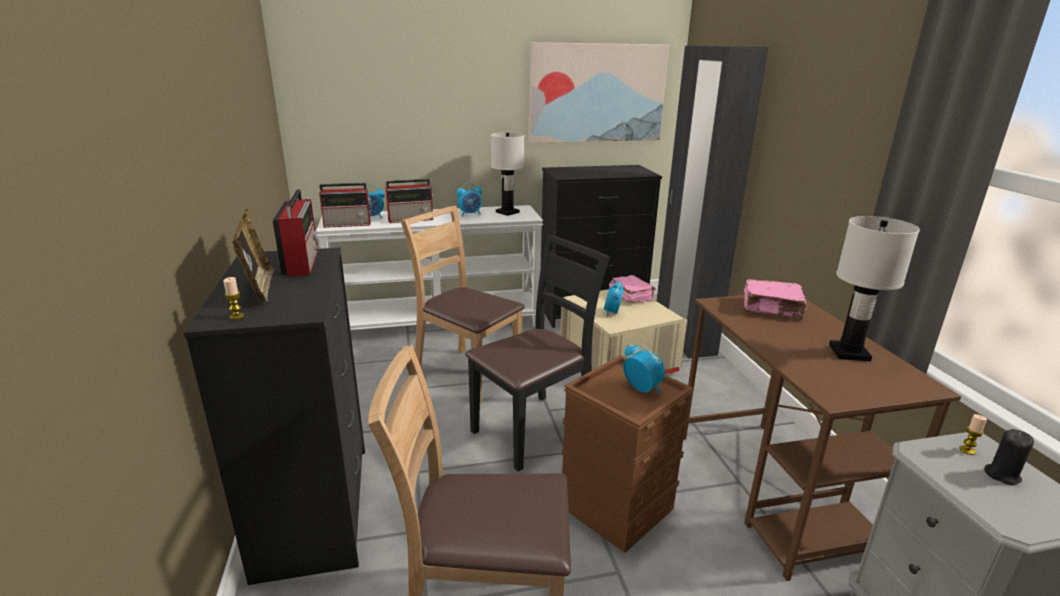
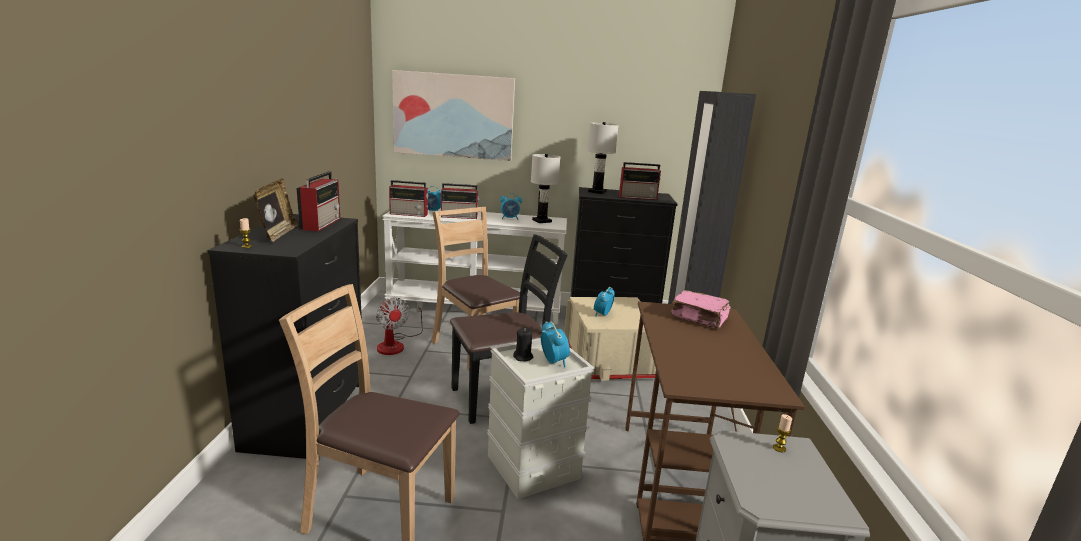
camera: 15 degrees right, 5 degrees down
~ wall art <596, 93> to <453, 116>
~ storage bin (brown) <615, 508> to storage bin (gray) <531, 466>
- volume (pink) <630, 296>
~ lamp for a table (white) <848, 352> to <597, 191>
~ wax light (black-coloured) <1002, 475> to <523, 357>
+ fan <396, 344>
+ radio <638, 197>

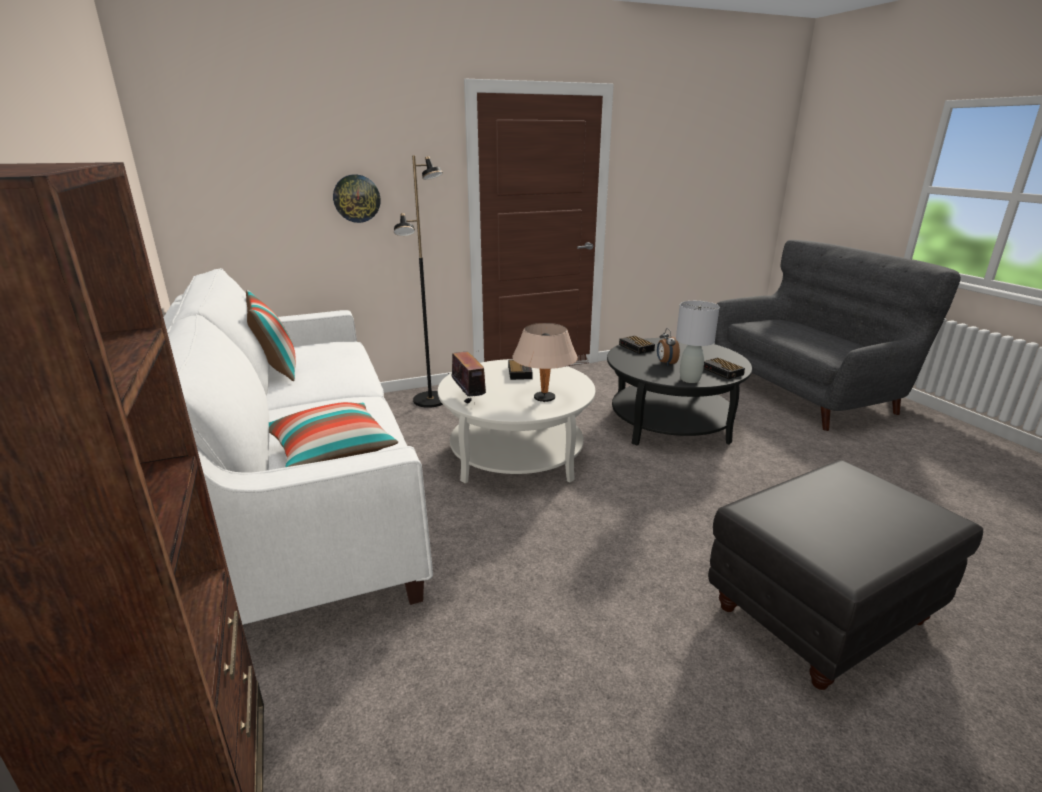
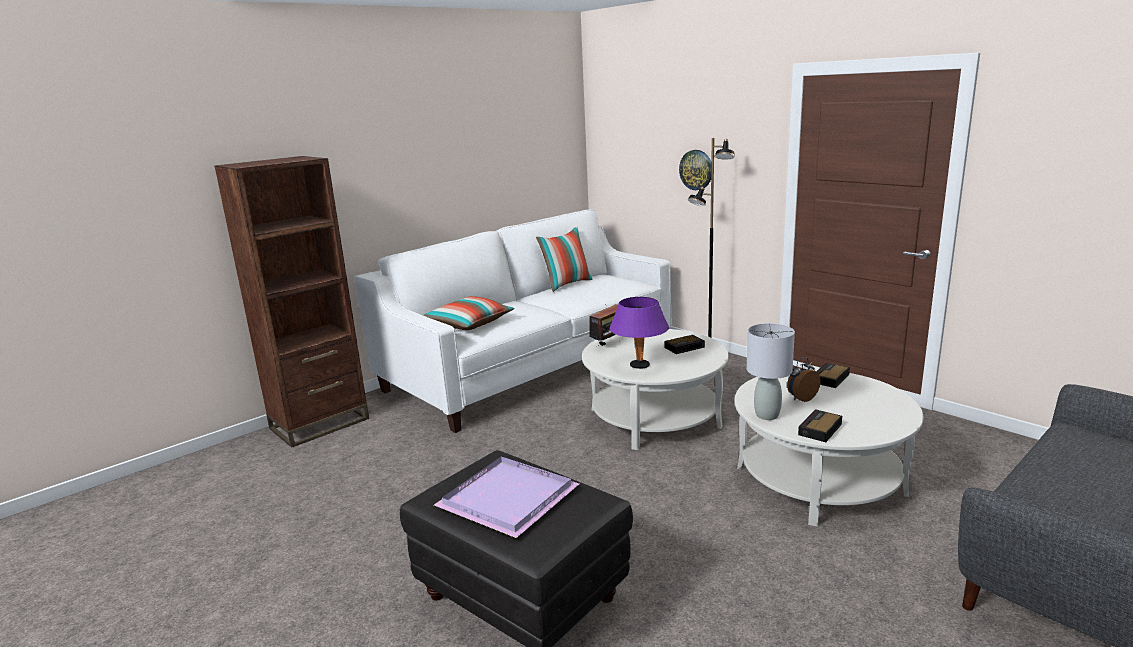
camera: 70 degrees right, 5 degrees down
~ lamp for a table (beige-coloured) <544, 398> to lamp for a table (purple) <639, 365>
~ low table (black-coloured) <670, 422> to low table (white) <819, 480>
+ carrying tray (purple) <507, 497>

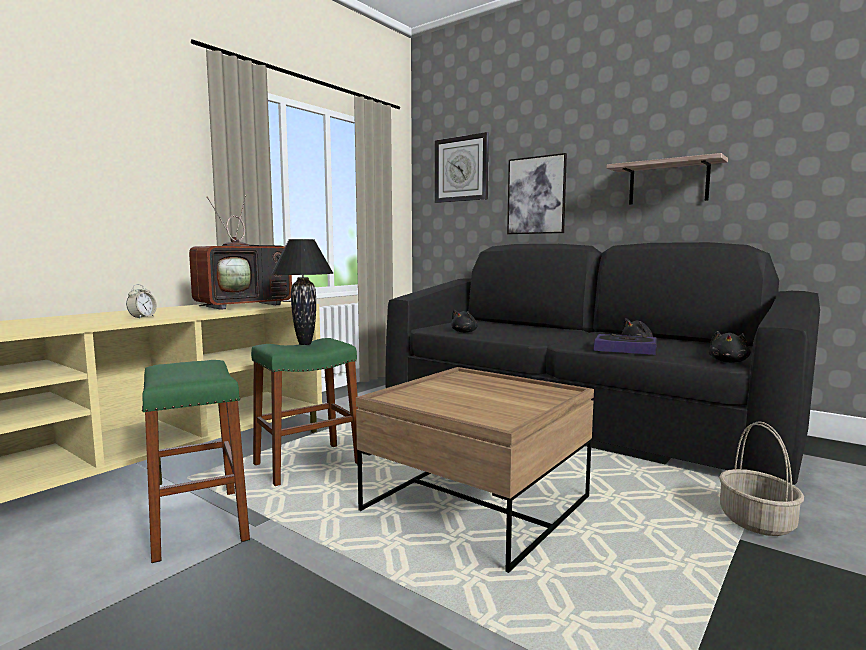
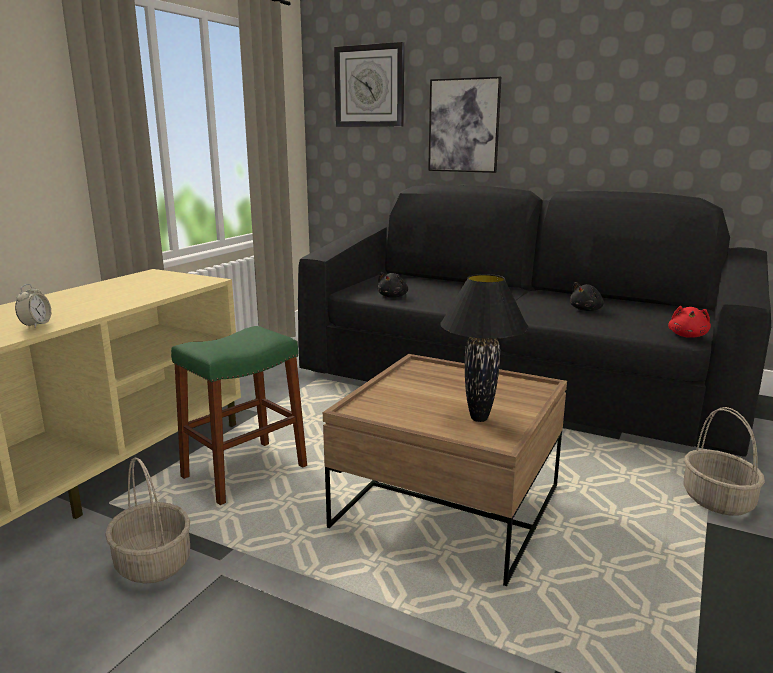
camera: 10 degrees left, 10 degrees up
~ sitting stool (green-coloured) <198, 523> to storage basket <152, 563>
- television <245, 305>
~ lamp for a table (black-coloured) <305, 344> to <479, 419>
- volume <625, 349>
- bracket shelf <668, 183>
~ cuddly toy (black-coloured) <728, 362> to cuddly toy (red-coloured) <687, 336>

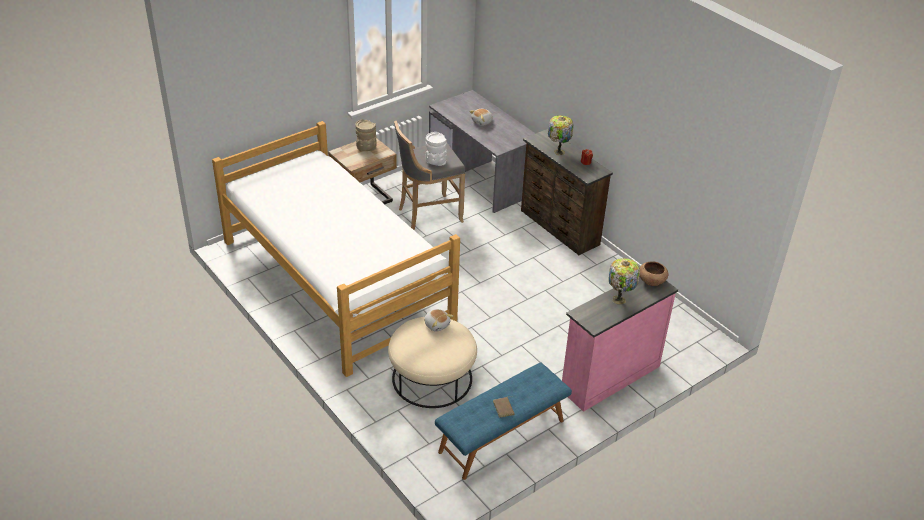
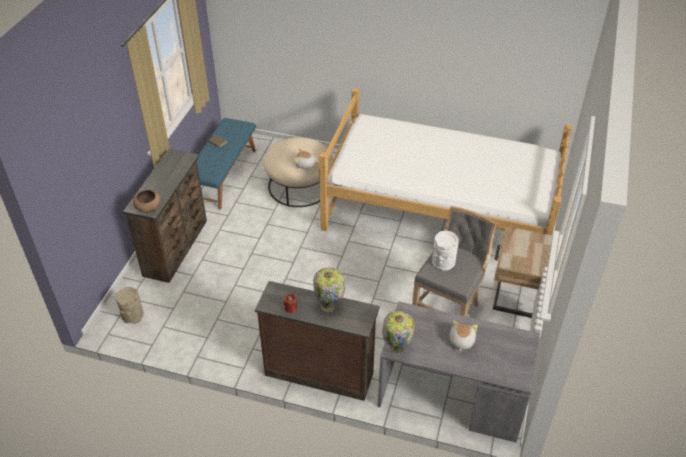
camera: 145 degrees right, 5 degrees up
~ vase (beige-coloured) <366, 148> to <133, 315>
~ drawer chest (pink) <609, 377> to drawer chest (brown) <177, 247>
~ lamp for a table <620, 299> to <396, 348>

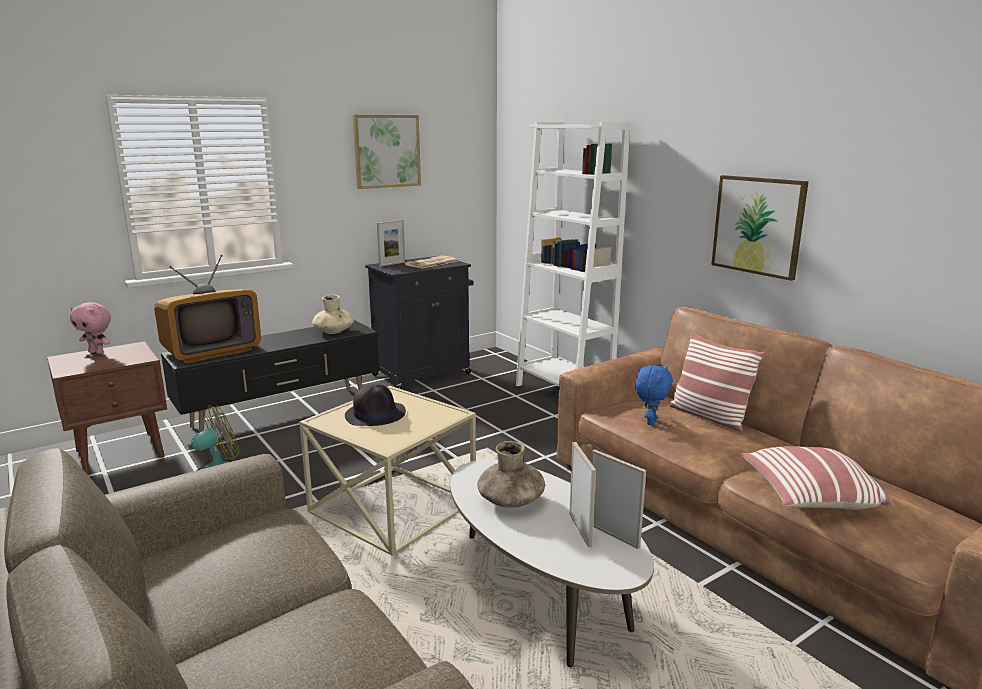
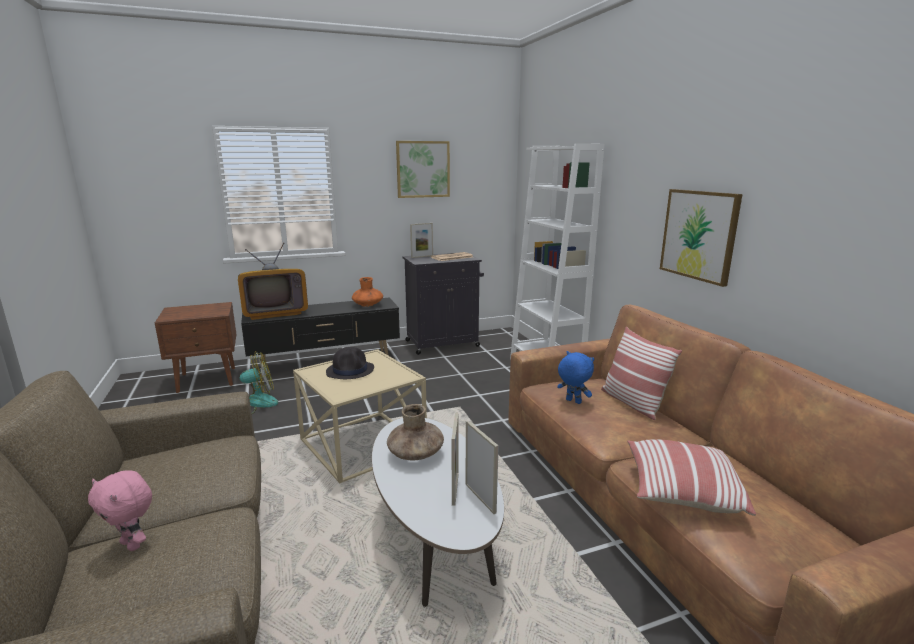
camera: 15 degrees right, 0 degrees up
~ cuddly toy (pink) <97, 352> to <132, 544>
~ vase (beige-coloured) <334, 331> to vase (orange) <368, 305>
~ cuddly toy (blue-coloured) <650, 422> = <572, 401> 90 degrees counterclockwise

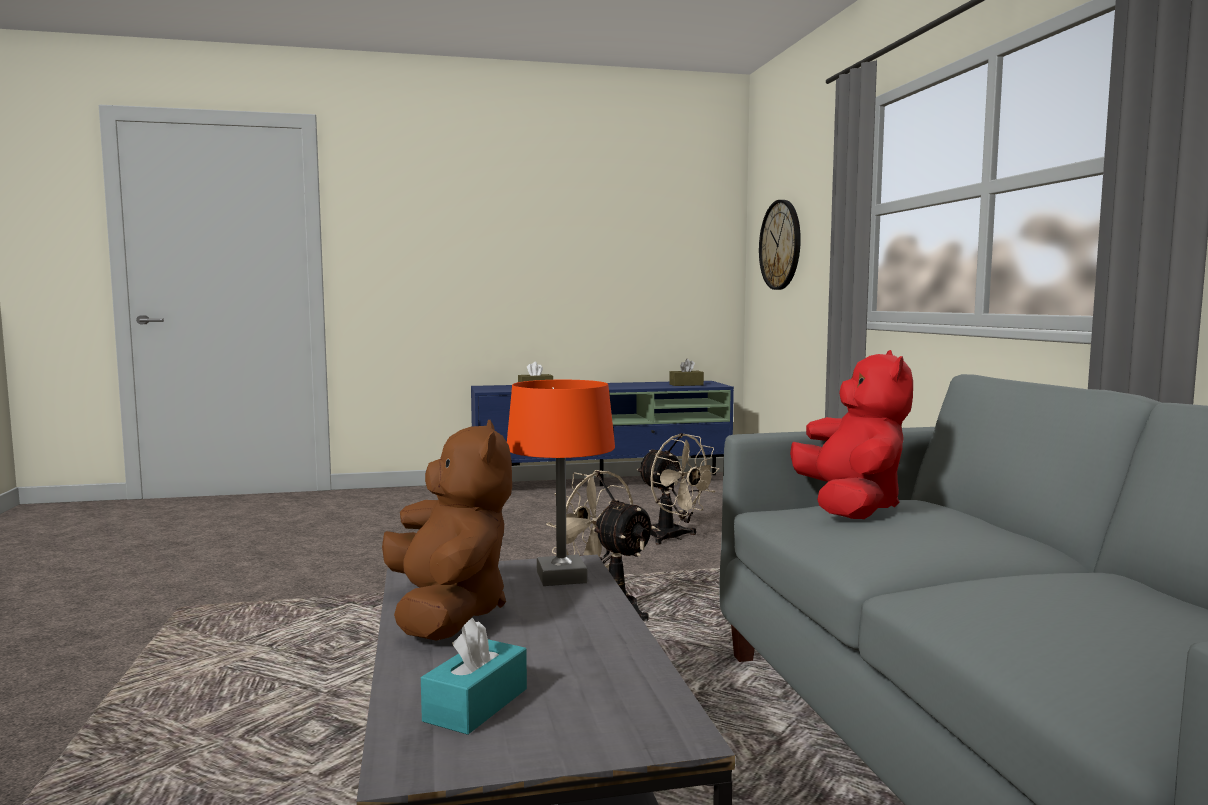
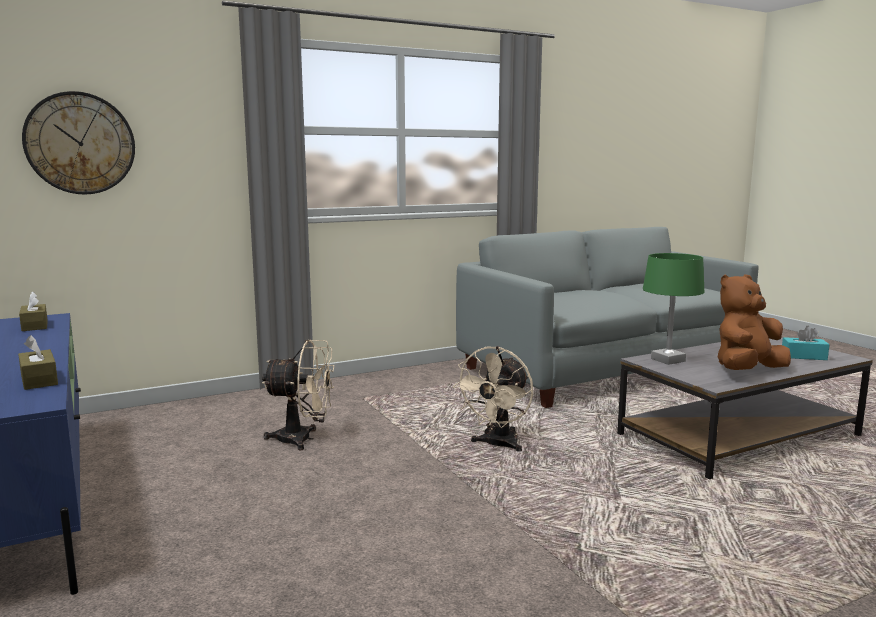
camera: 105 degrees left, 5 degrees up
~ lamp for a table (orange) <560, 577> to lamp for a table (green-coloured) <668, 360>
~ fan (beige-coloured) <673, 538> = <303, 439> 60 degrees clockwise
- cuddly toy (red-coloured) <850, 507>

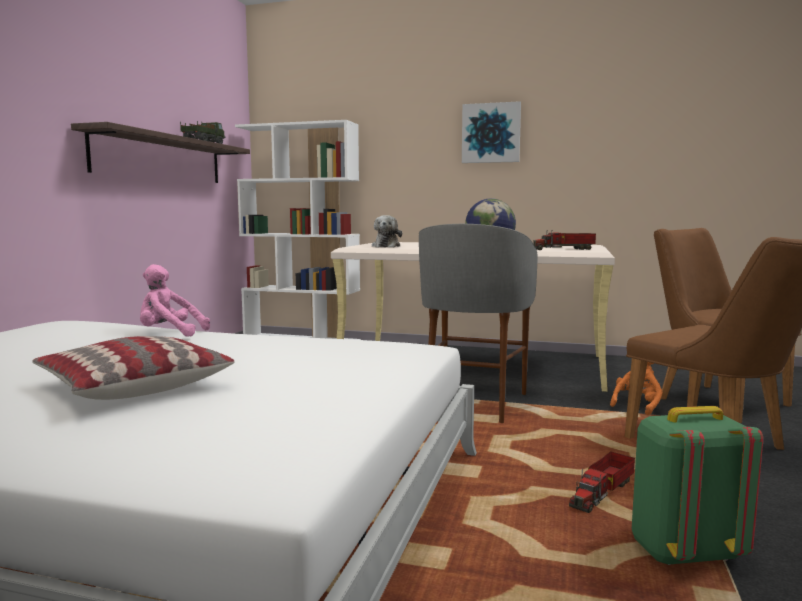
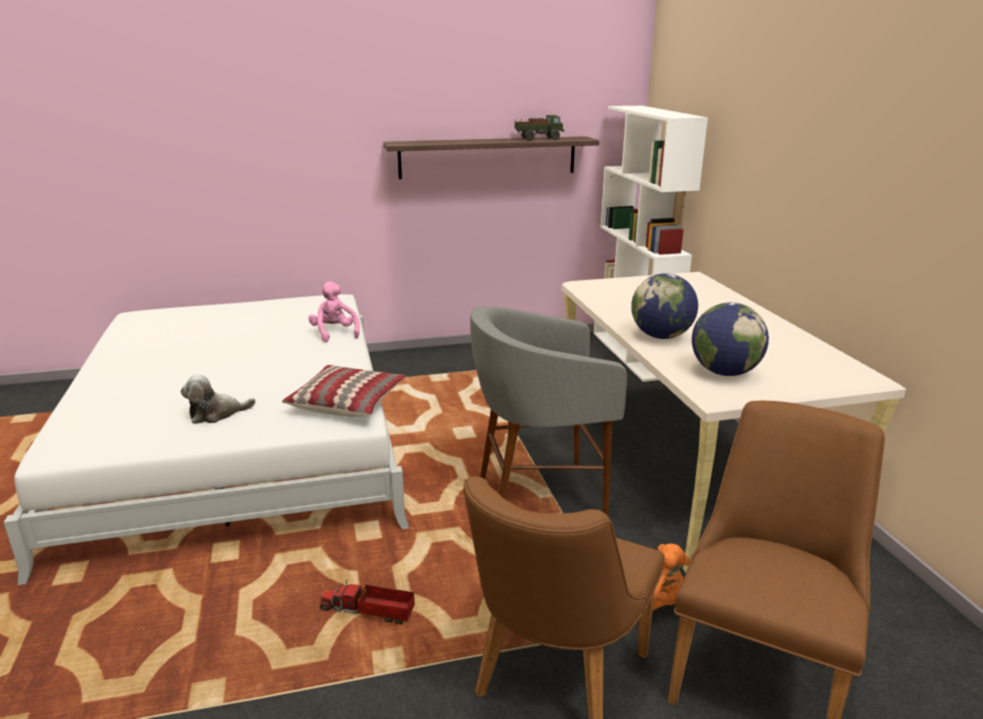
camera: 60 degrees right, 15 degrees up
~ cushion <133, 385> to <347, 402>
~ cuddly toy <386, 246> to <216, 414>
- wall art <491, 133>
~ model truck <565, 249> to world globe <724, 372>
- knapsack (green-coloured) <683, 552>

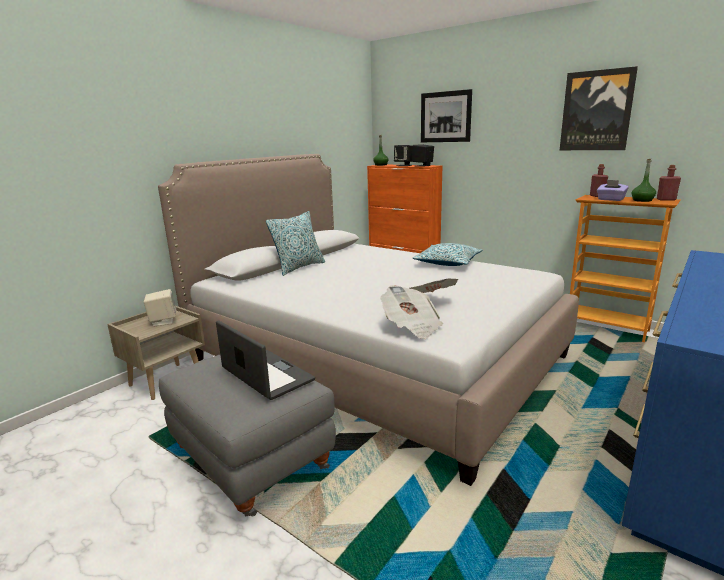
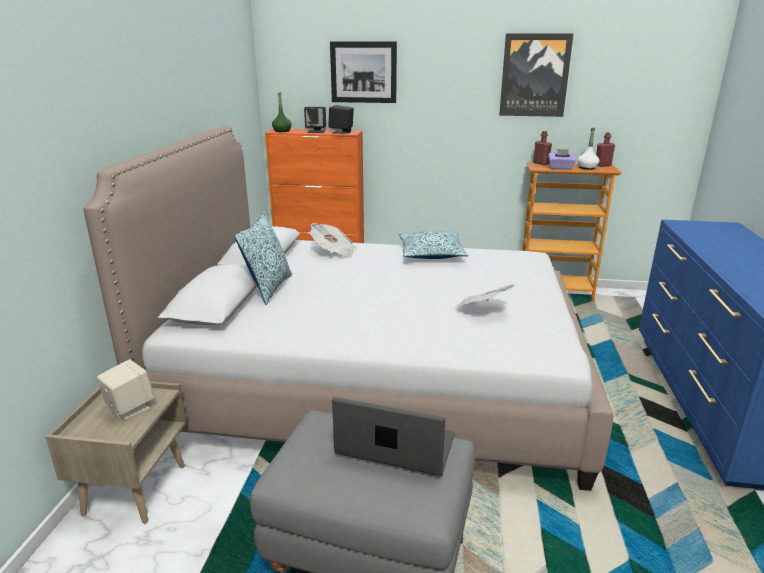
camera: 30 degrees left, 5 degrees up
~ daily paper <411, 326> to <334, 252>
~ drink bottle (green-coloured) <642, 200> to drink bottle (white) <587, 168>

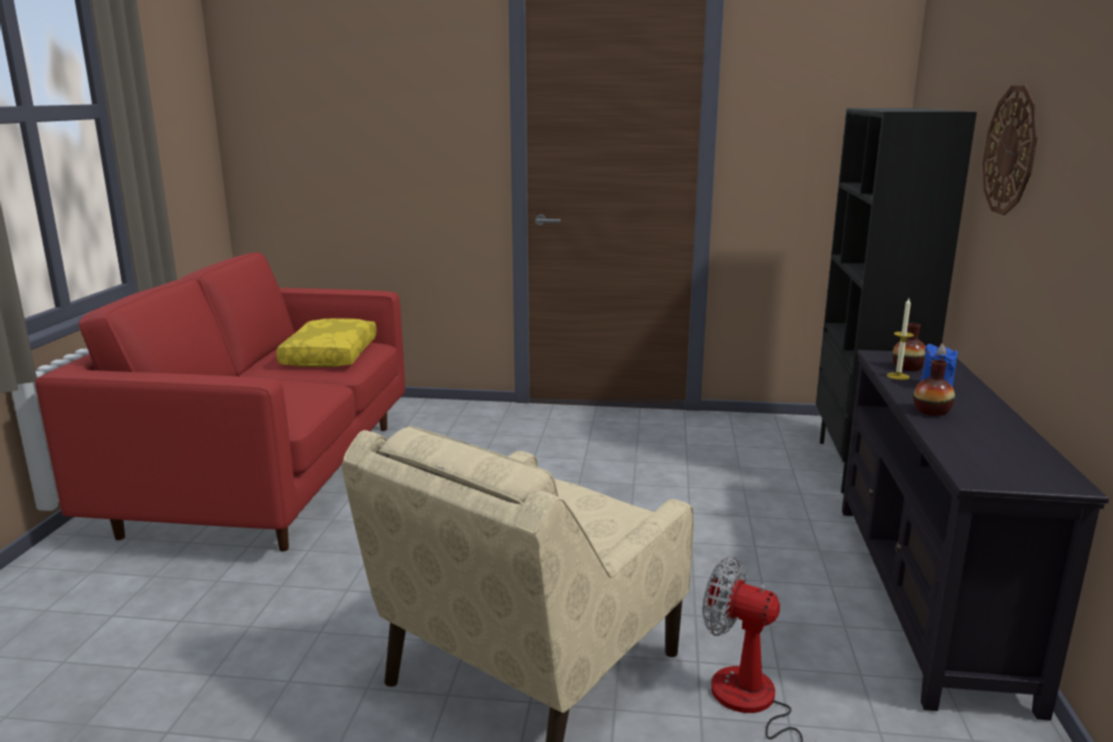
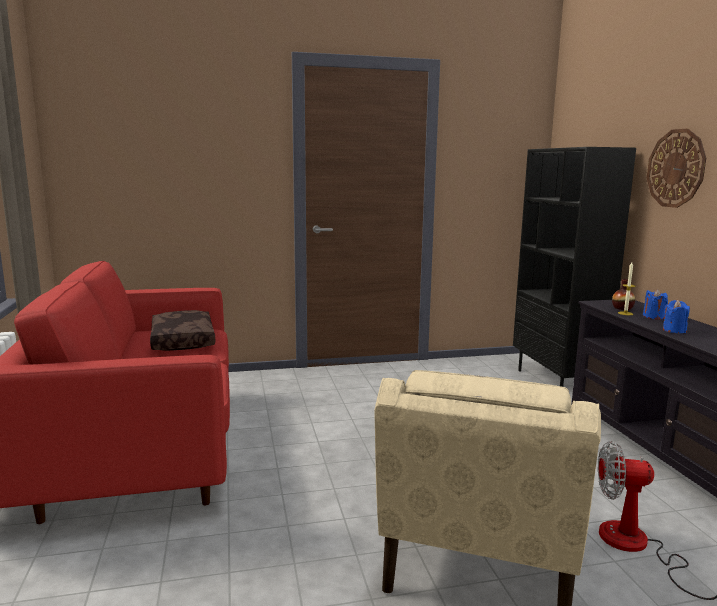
camera: 20 degrees left, 5 degrees down
~ cushion (yellow) <329, 355> to cushion (brown) <181, 340>
~ vase <931, 411> to wax light (blue-coloured) <674, 330>

